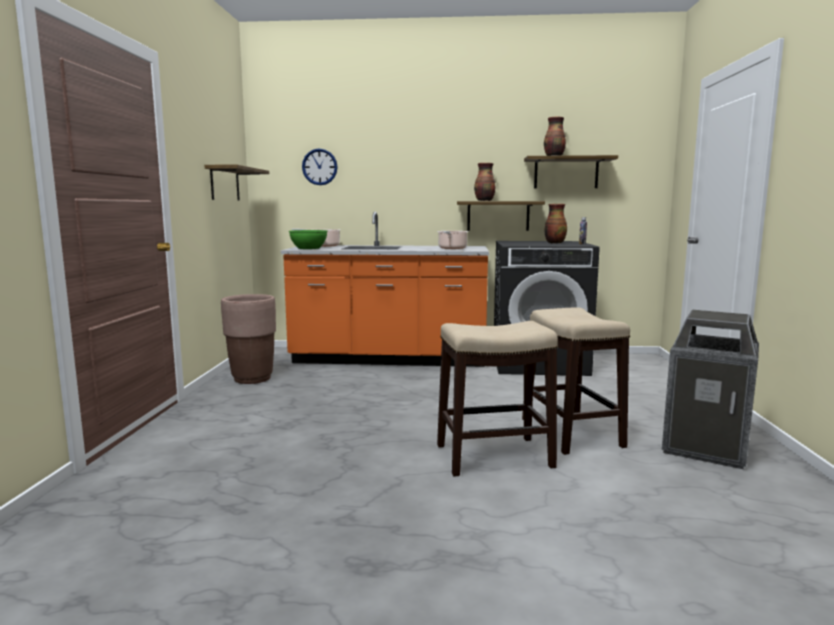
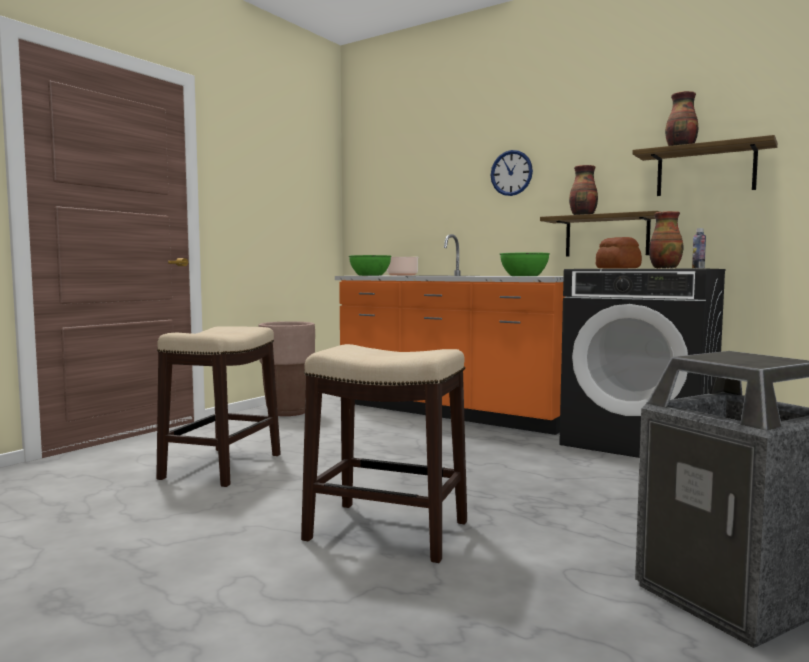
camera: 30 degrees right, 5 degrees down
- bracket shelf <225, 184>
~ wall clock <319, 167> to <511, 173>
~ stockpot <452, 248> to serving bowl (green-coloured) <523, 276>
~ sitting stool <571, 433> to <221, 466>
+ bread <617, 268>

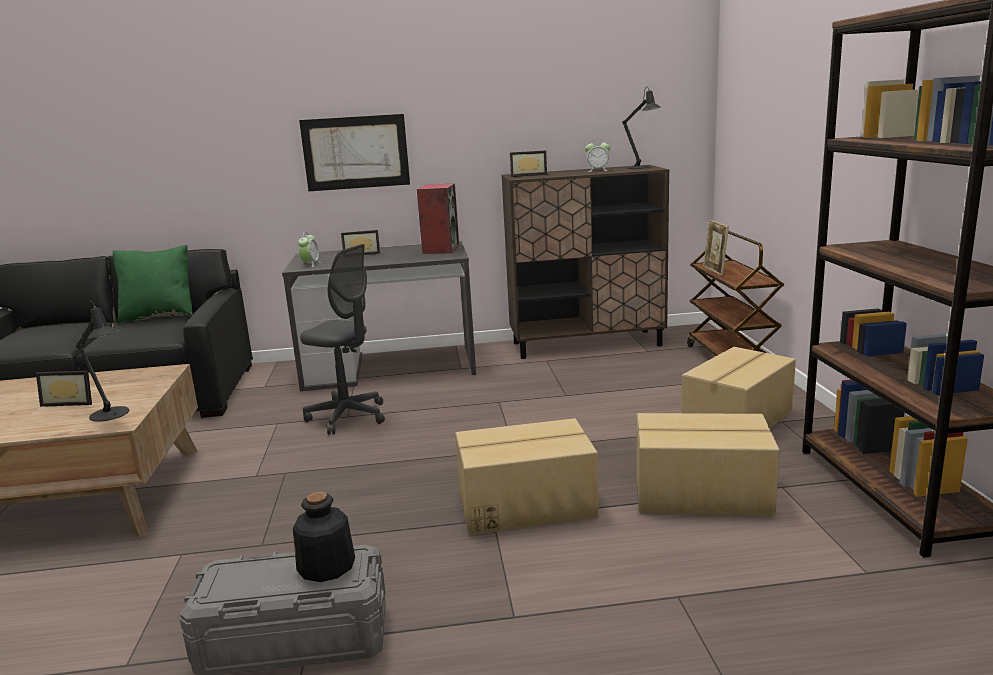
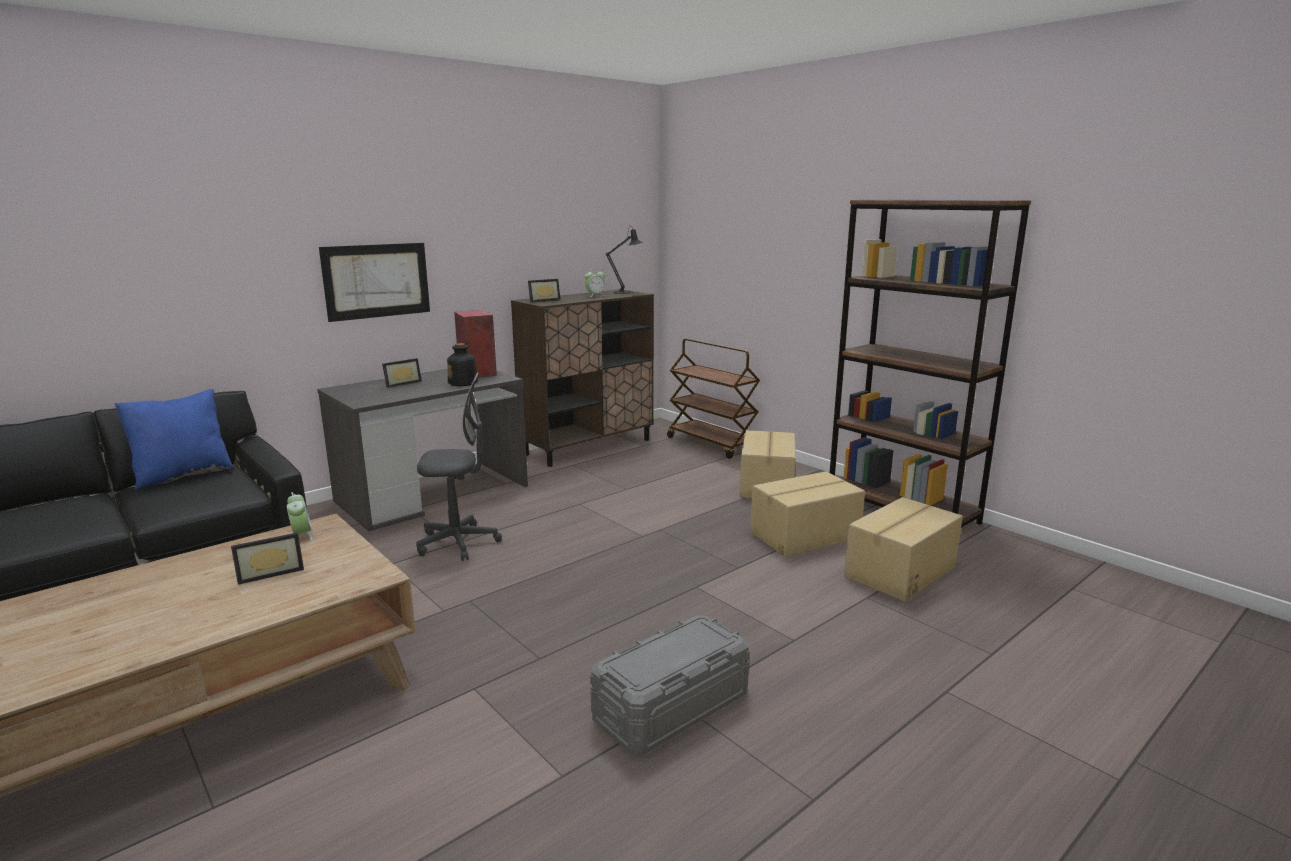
camera: 35 degrees left, 0 degrees up
- lamp for a table (black-coloured) <112, 415>
~ cushion (green-coloured) <159, 316> to cushion (blue-coloured) <183, 475>
~ drink bottle <326, 566> to <463, 383>
~ table clock <310, 264> to <302, 535>
~ cardboard box <525, 504> to <898, 571>
- standing frame <714, 271>

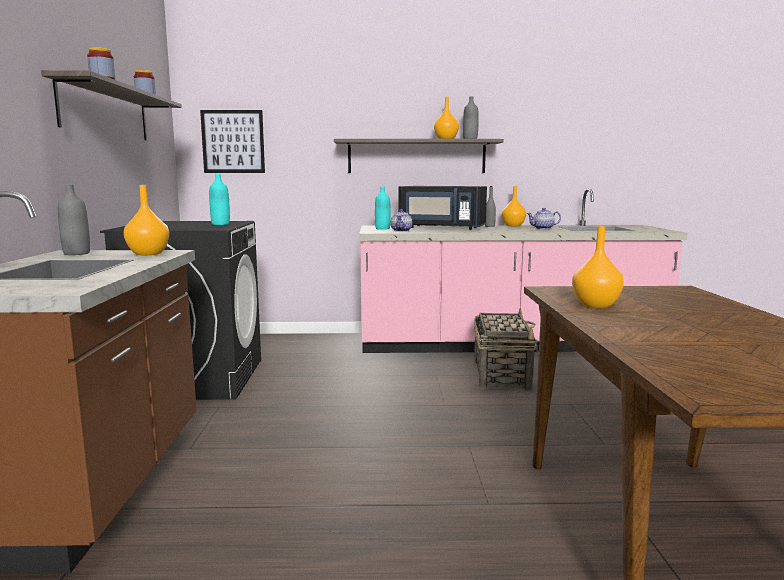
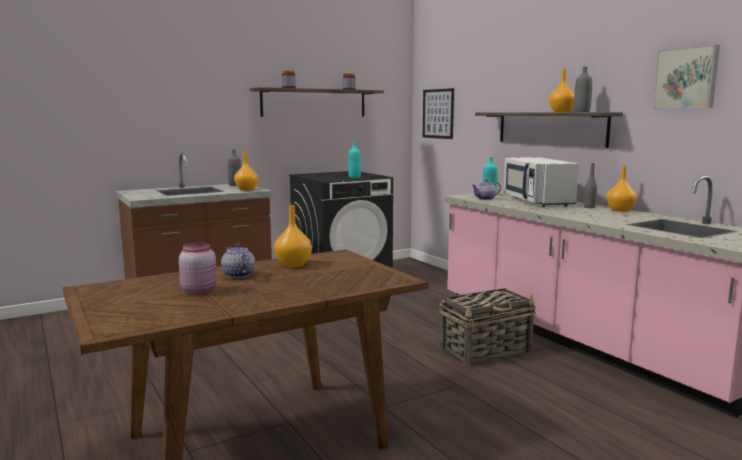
camera: 60 degrees right, 0 degrees up
~ microwave (black-coloured) <441, 228> to microwave (white) <536, 201>
~ teapot <543, 228> to <238, 275>
+ storage jar (pink) <200, 291>
+ wall art <686, 78>

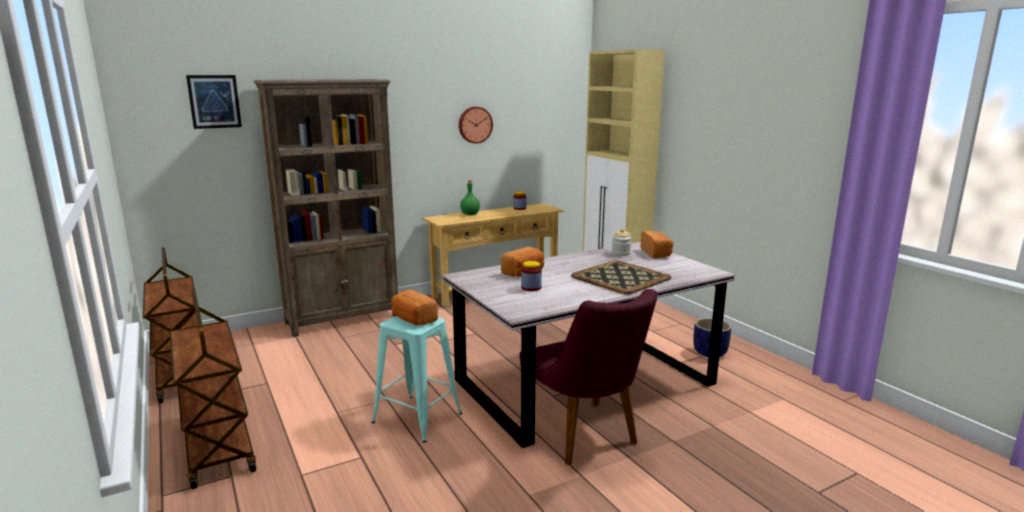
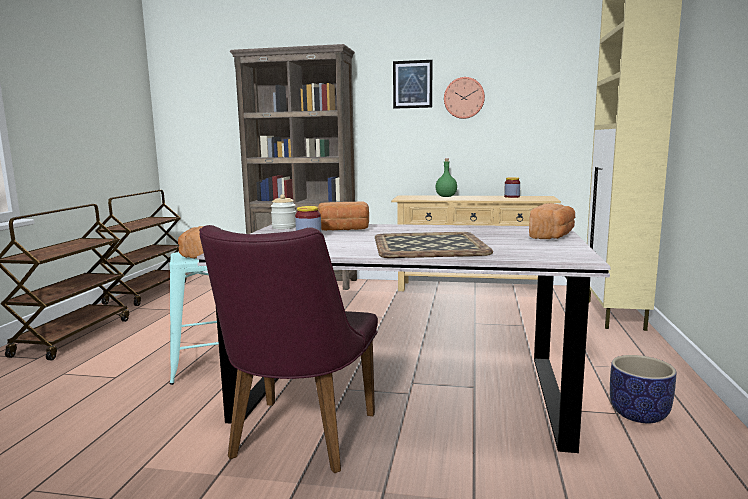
camera: 40 degrees right, 5 degrees down
~ wall art <214, 101> to <412, 84>
~ storage jar <621, 253> to <284, 227>

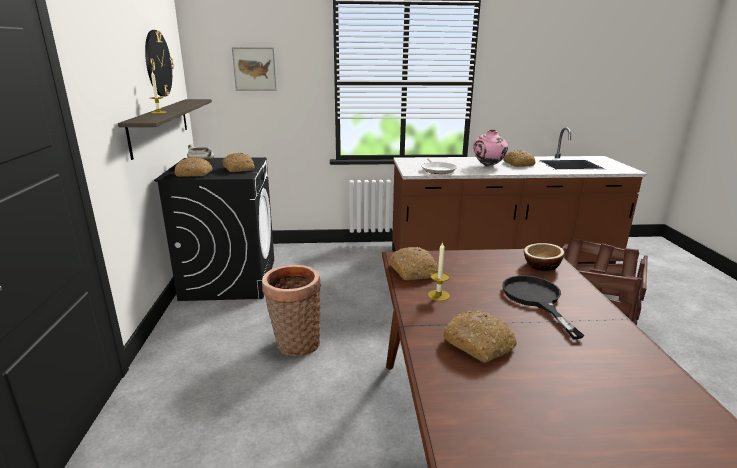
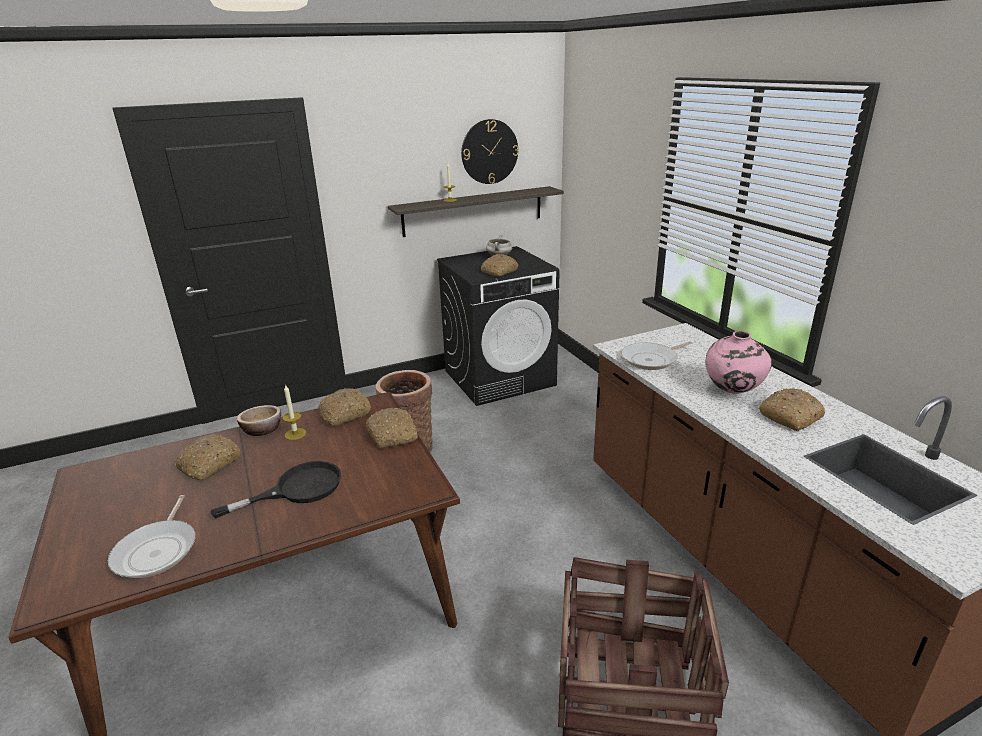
camera: 70 degrees right, 5 degrees up
~ bread <194, 174> to <393, 435>
- wall art <254, 69>
~ serving bowl <541, 266> to <262, 430>
+ skillet <158, 550>

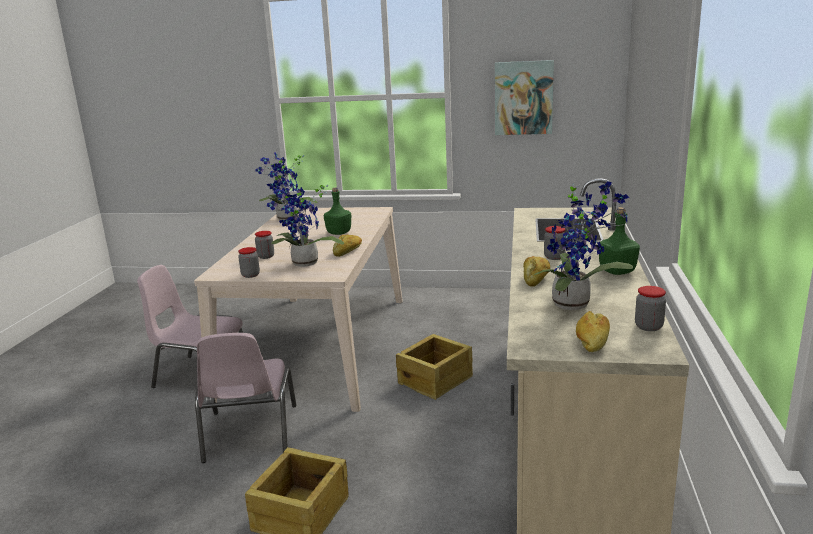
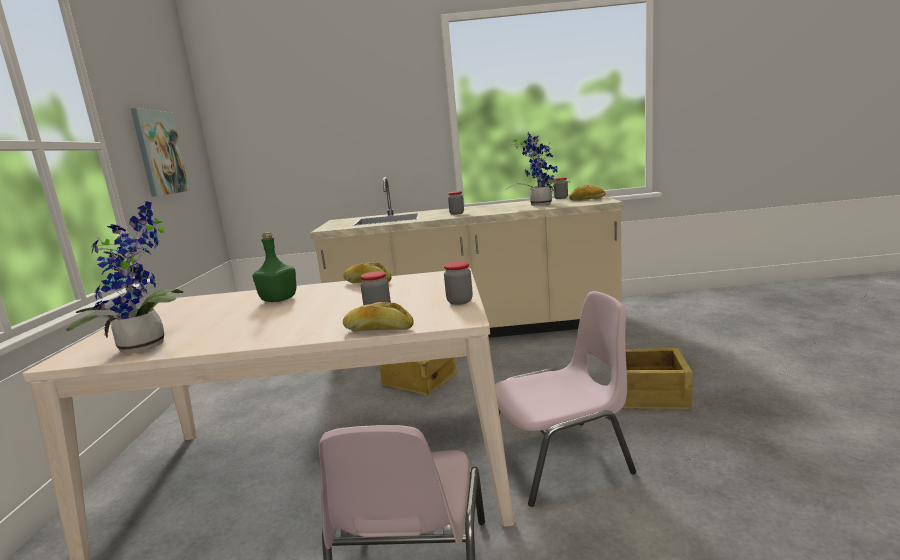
camera: 100 degrees left, 5 degrees down
- houseplant <304, 264>
~ bread <536, 278> to <378, 330>
- drink bottle (green-coloured) <617, 271>

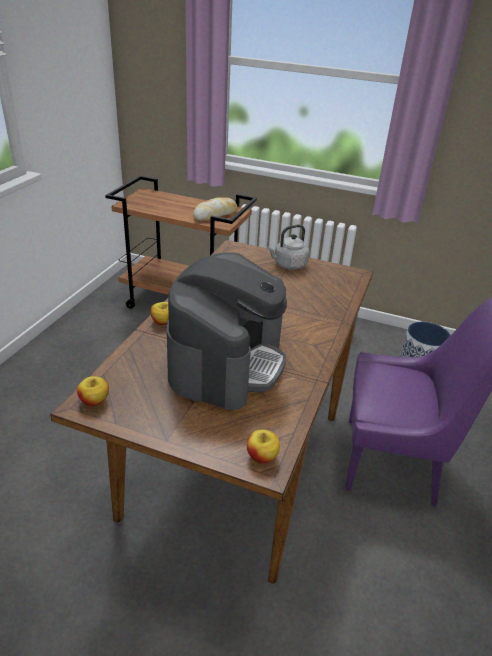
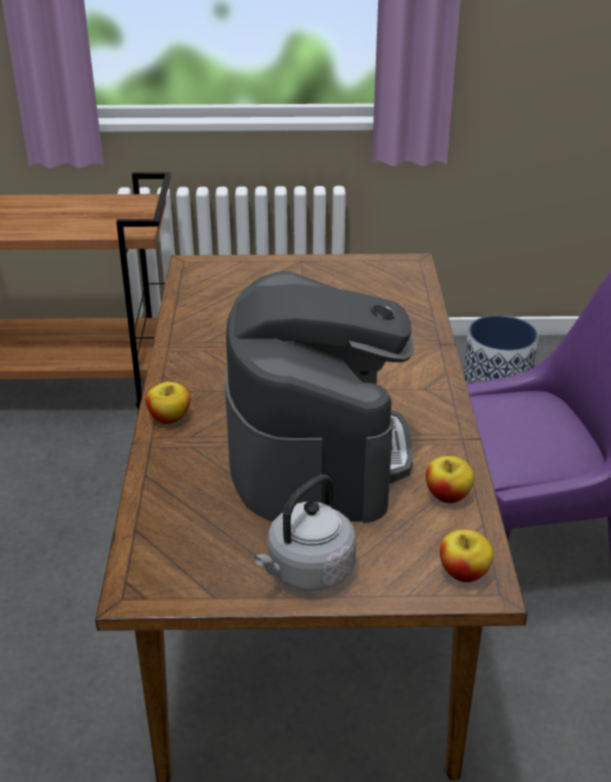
camera: 20 degrees left, 0 degrees up
~ apple <94, 401> to <447, 495>
- bread <215, 215>
~ tea kettle (gray) <288, 265> to <307, 571>

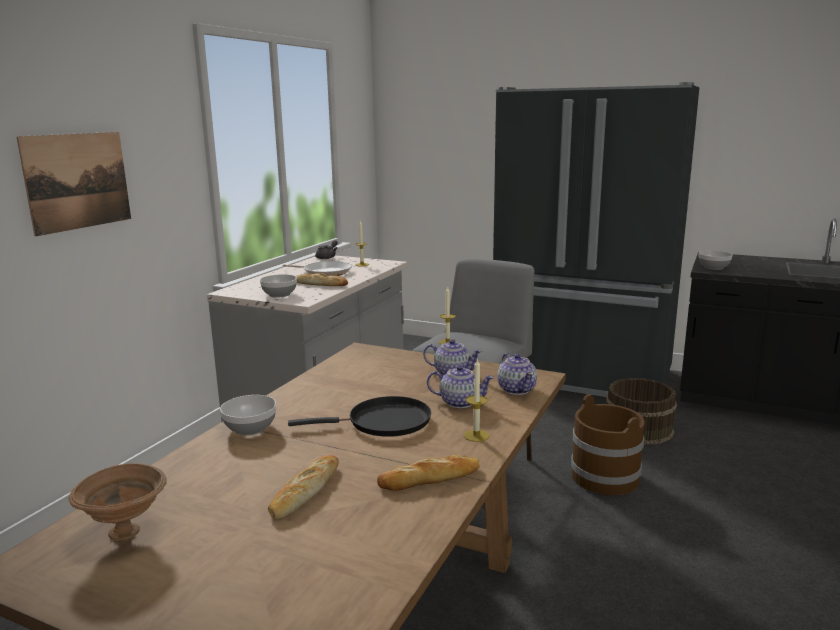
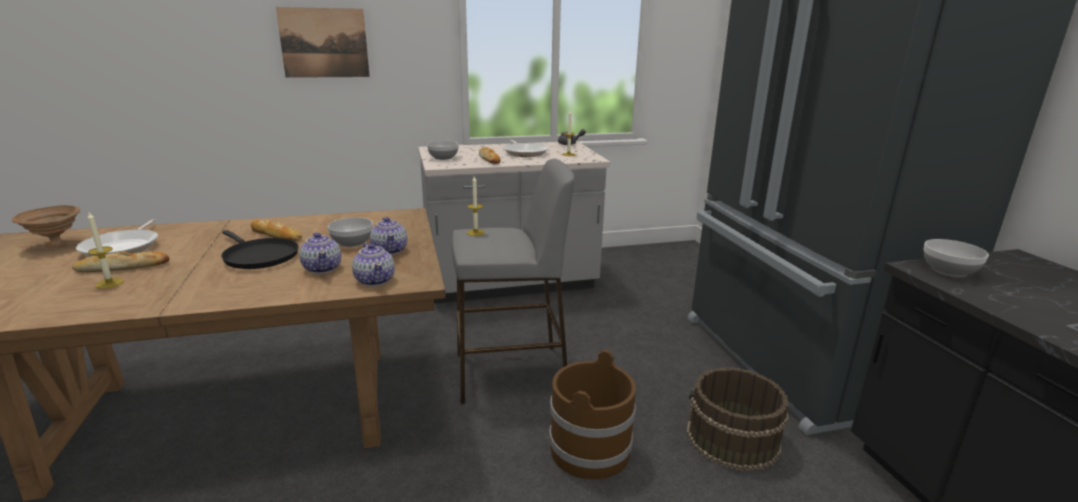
camera: 50 degrees right, 5 degrees up
~ serving bowl <249, 428> to <352, 242>
~ bread <430, 478> to <276, 235>
~ wax light <476, 435> to <109, 283>
~ teapot <516, 389> = <375, 280> 60 degrees counterclockwise
+ skillet <123, 247>

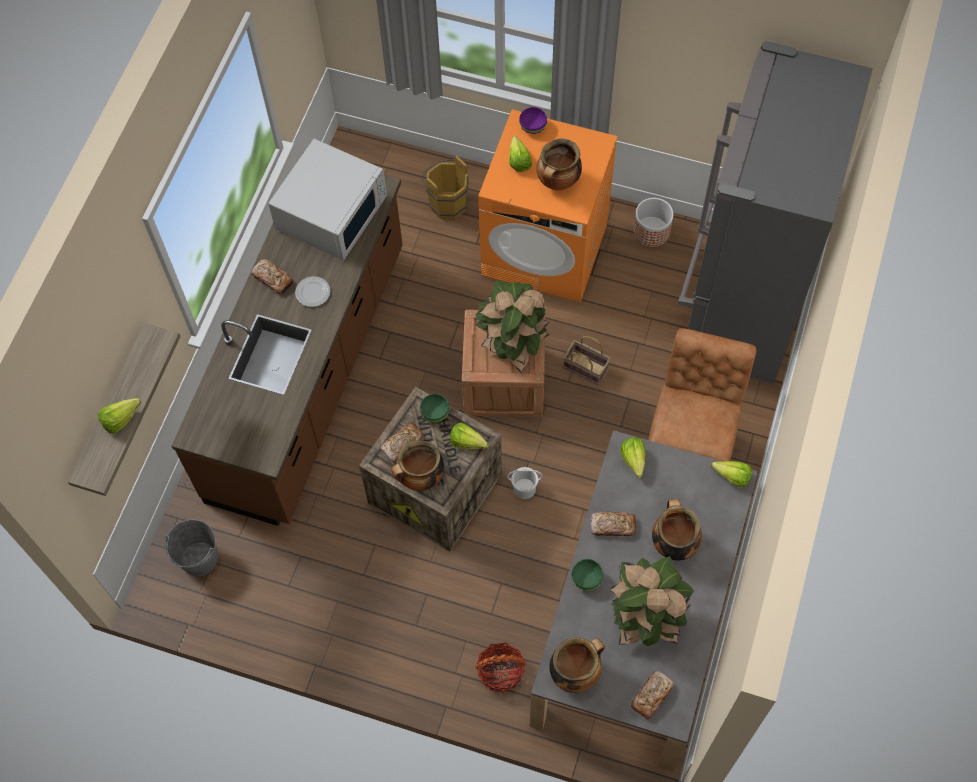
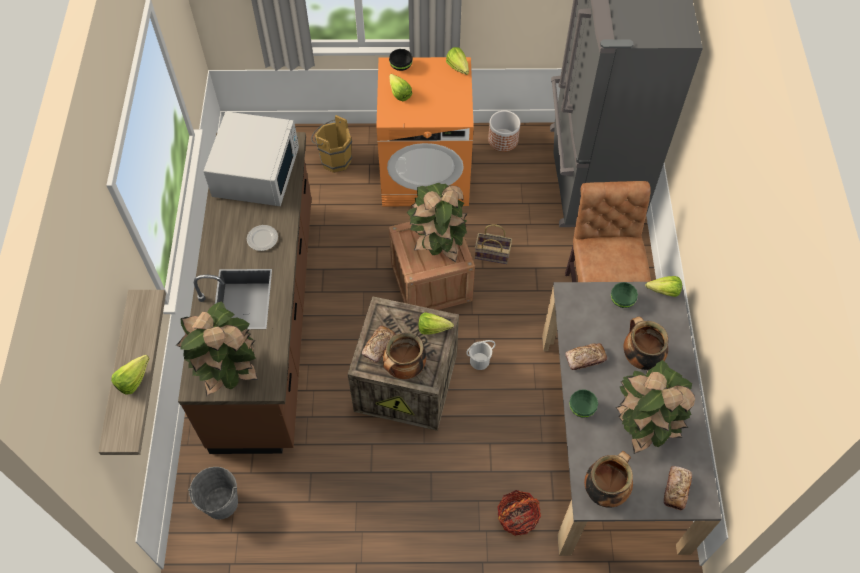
camera: 20 degrees left, 5 degrees down
- bread <272, 279>
~ serving bowl (green-coloured) <435, 413> to <622, 301>
~ serving bowl (purple) <532, 127> to serving bowl (black-coloured) <400, 66>
- stockpot <558, 183>
~ lettuce <633, 463> to <459, 69>
+ houseplant <228, 370>

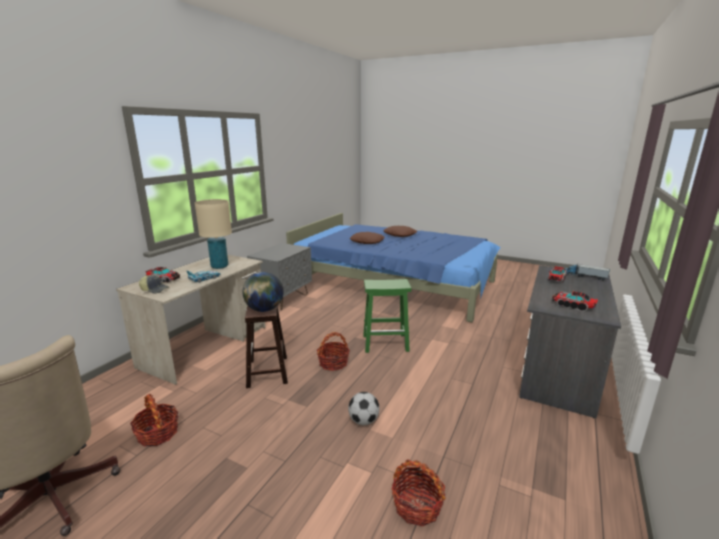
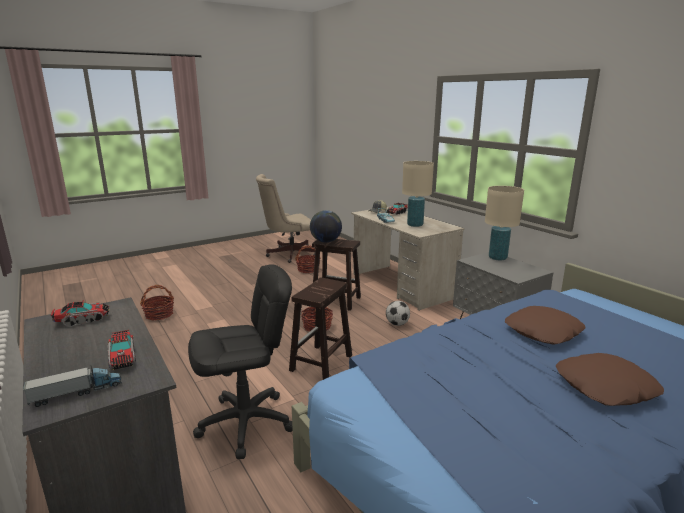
camera: 120 degrees right, 0 degrees up
~ football ball <363, 421> to <397, 324>
~ sitting stool (green-coloured) <386, 343> to sitting stool (brown) <321, 363>
+ computer chair (black-coloured) <246, 423>
+ lamp for a table (beige-coloured) <497, 258>

